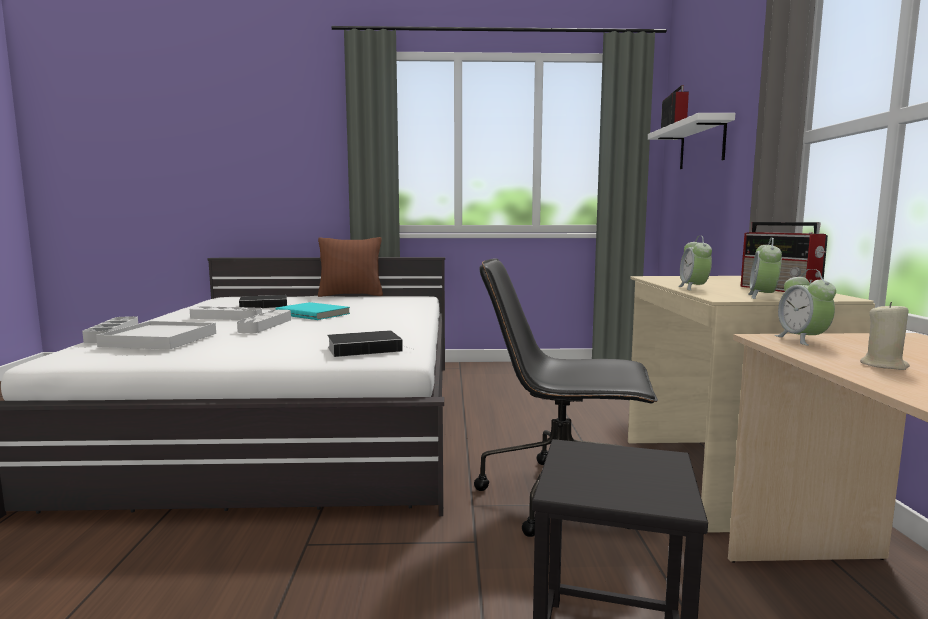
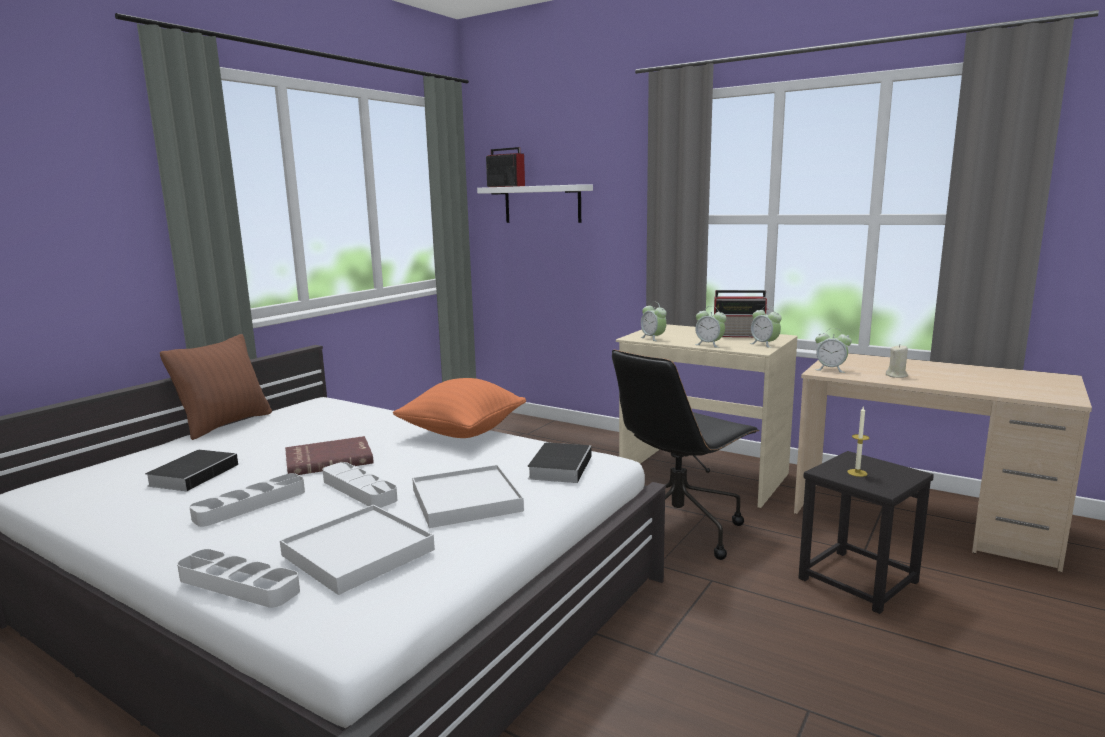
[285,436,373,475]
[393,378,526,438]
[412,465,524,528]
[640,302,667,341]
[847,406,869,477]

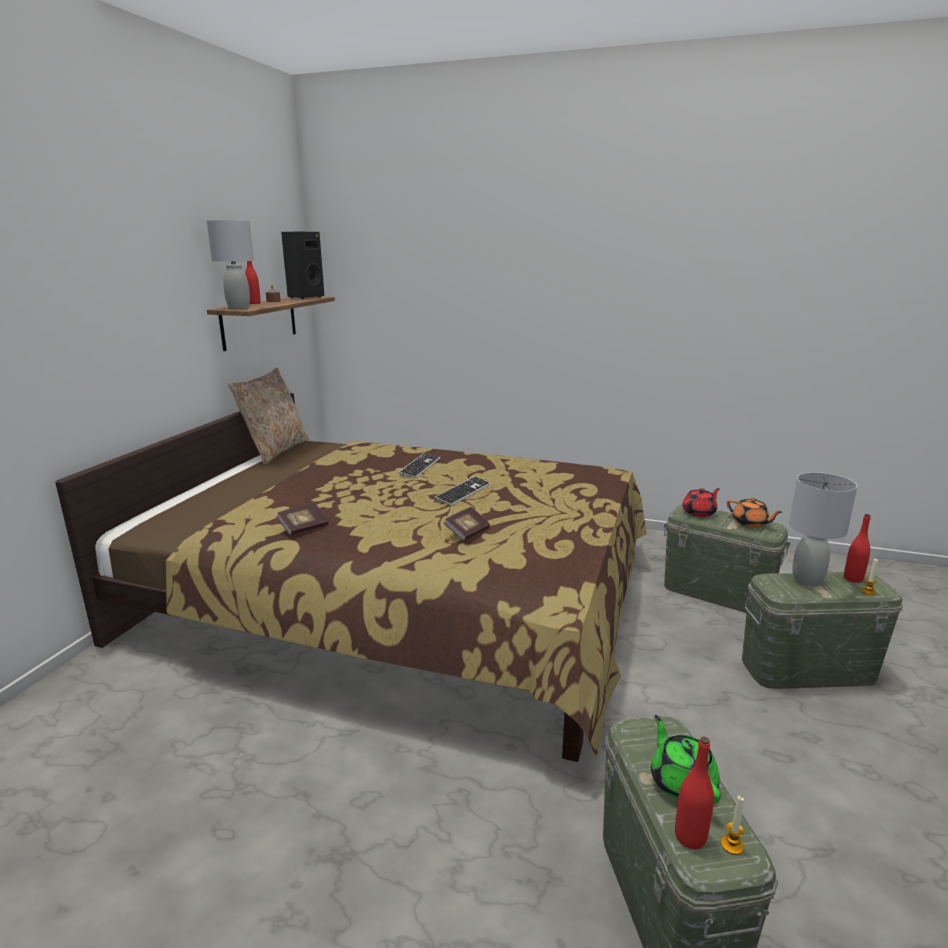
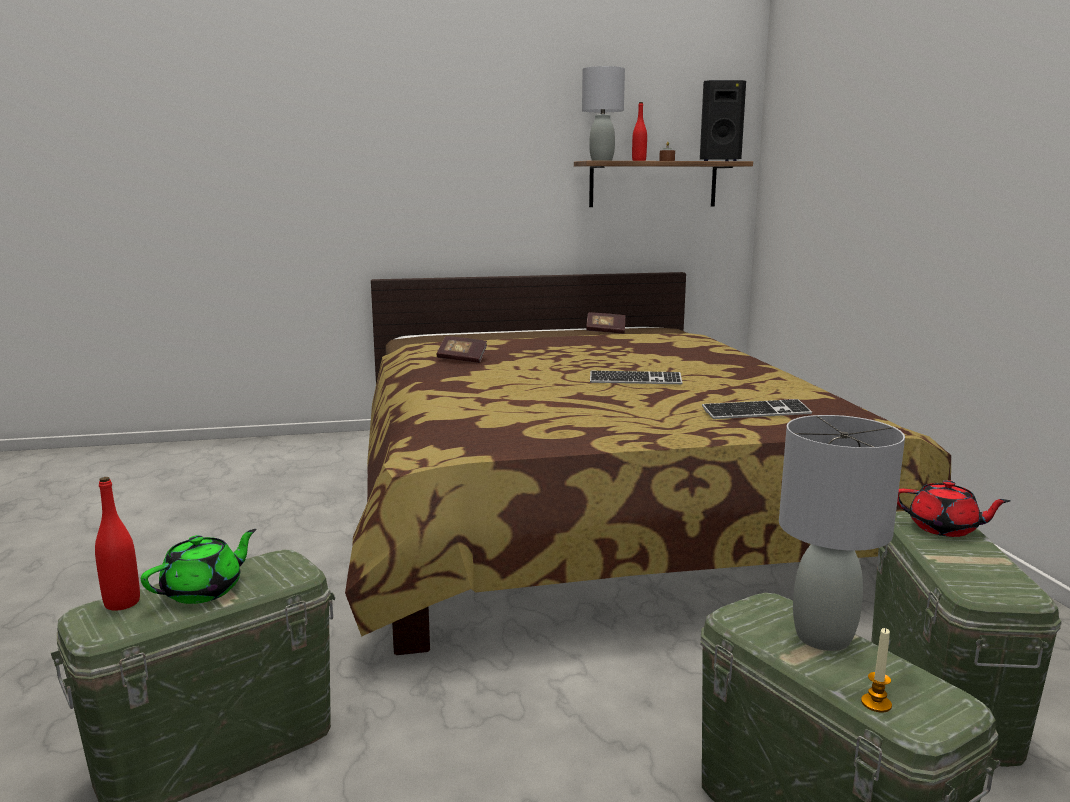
[228,367,309,465] (first image)
[702,399,812,419]
[586,312,625,334]
[721,796,744,855] (first image)
[727,498,782,528] (first image)
[844,514,871,583] (first image)

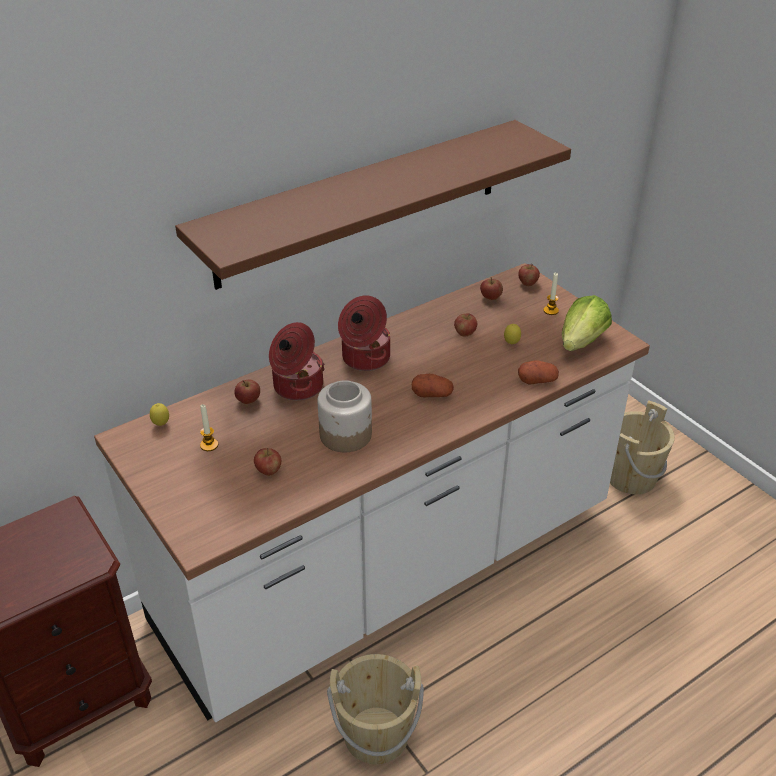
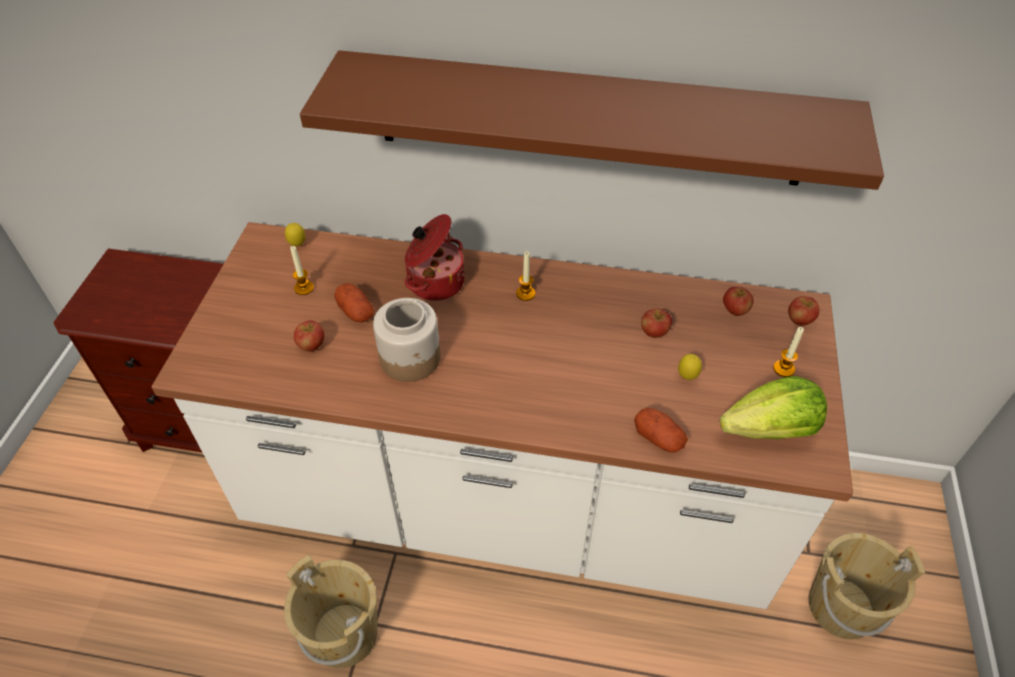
[234,379,260,404] (first image)
[516,251,535,301]
[334,283,374,323]

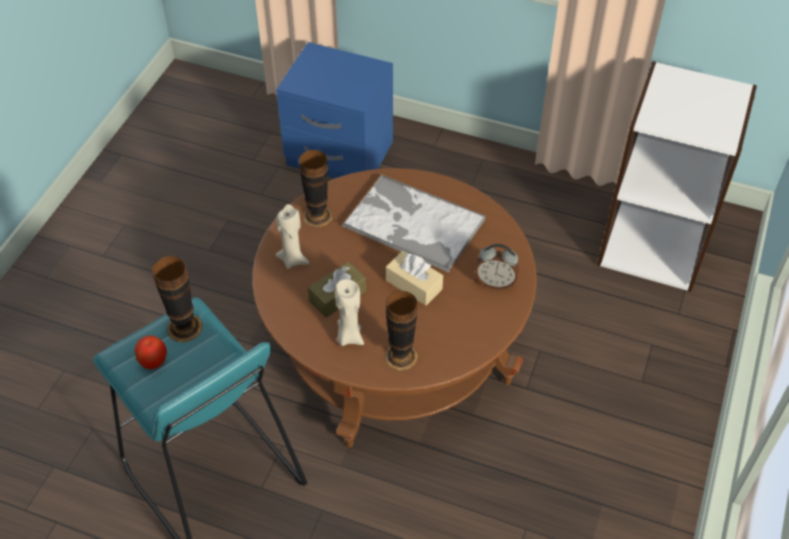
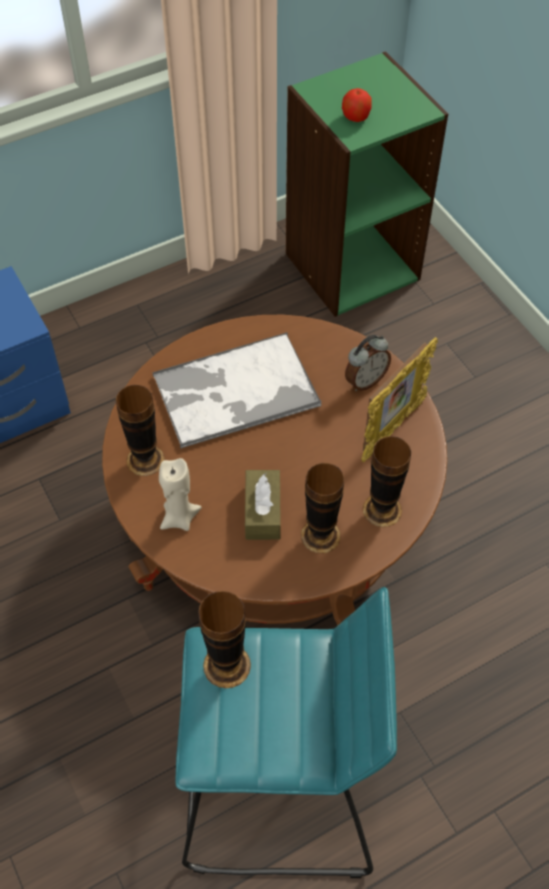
[342,88,372,122]
[301,463,344,554]
[386,251,443,306] (first image)
[286,51,448,317]
[361,337,438,462]

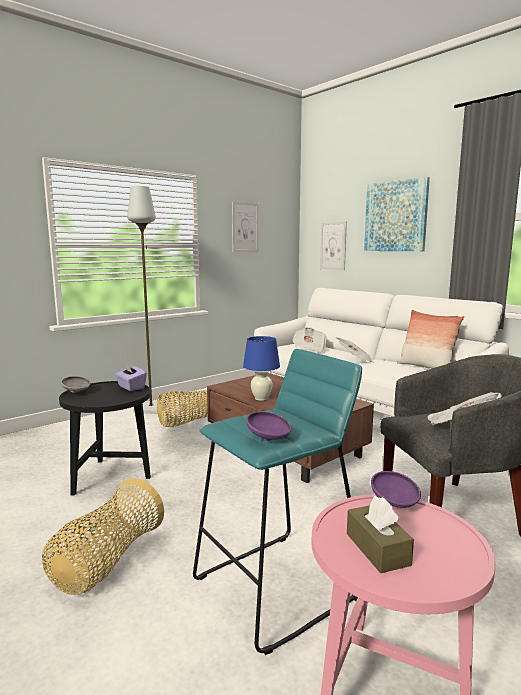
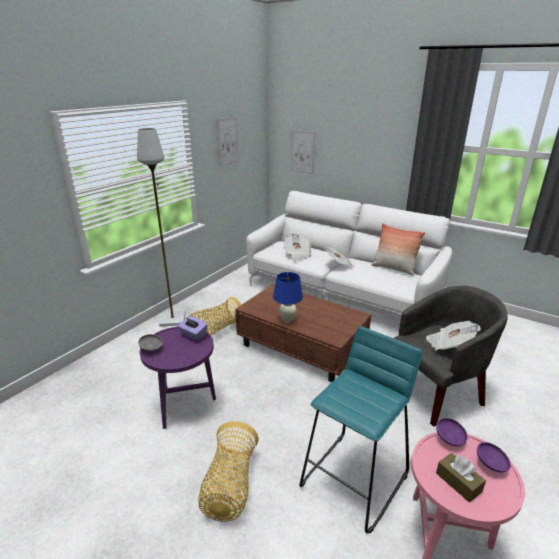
[140,327,216,429]
[477,442,511,472]
[364,177,430,251] (first image)

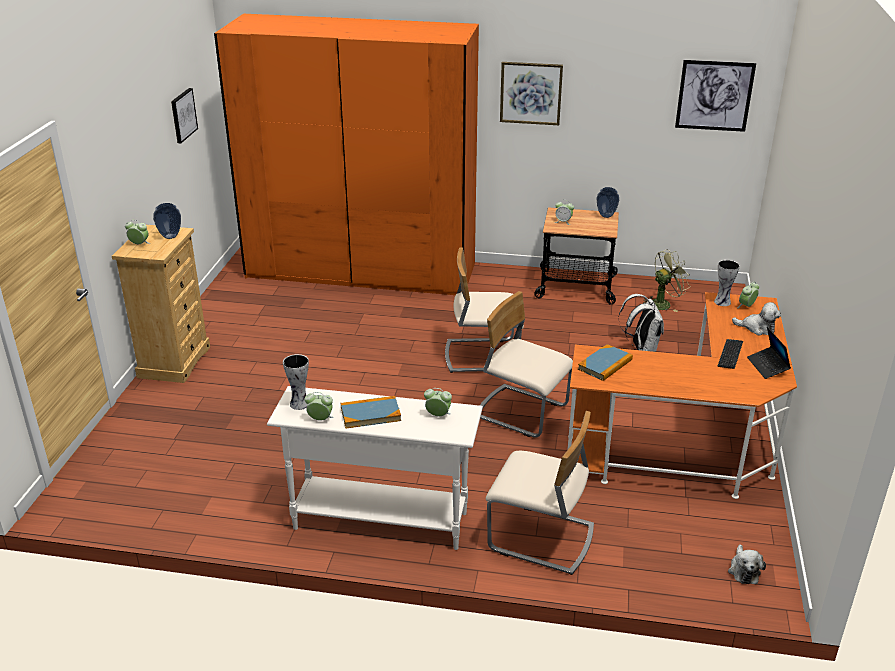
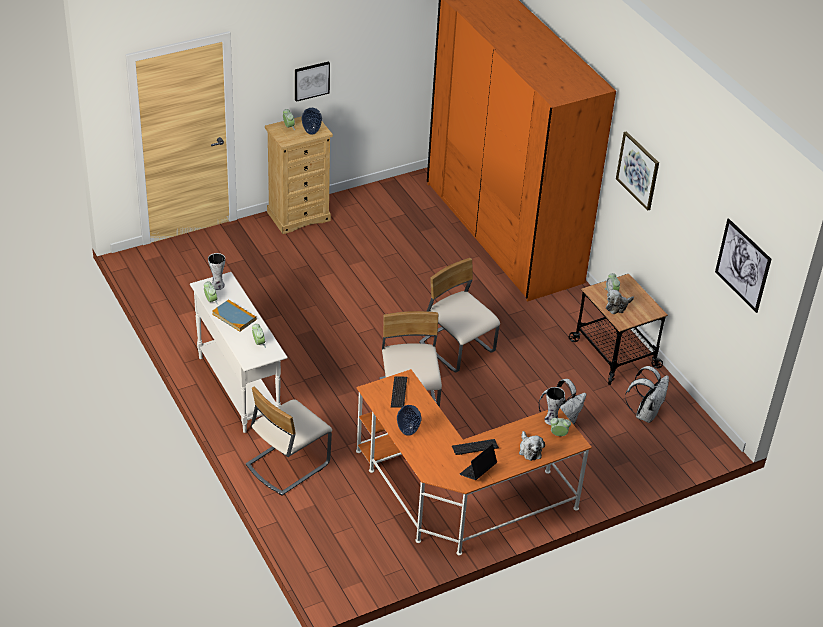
[295,61,330,102]
[246,387,332,496]
[391,376,407,408]
[397,405,422,436]
[625,366,669,423]
[606,289,634,314]

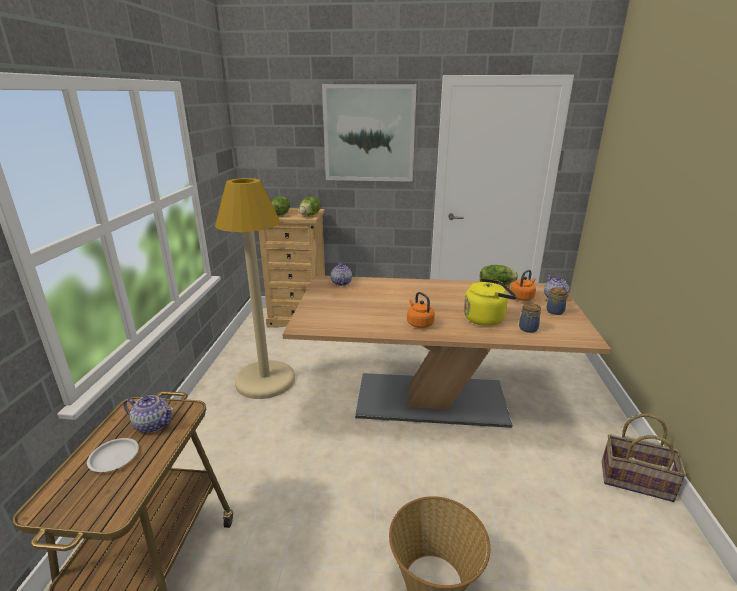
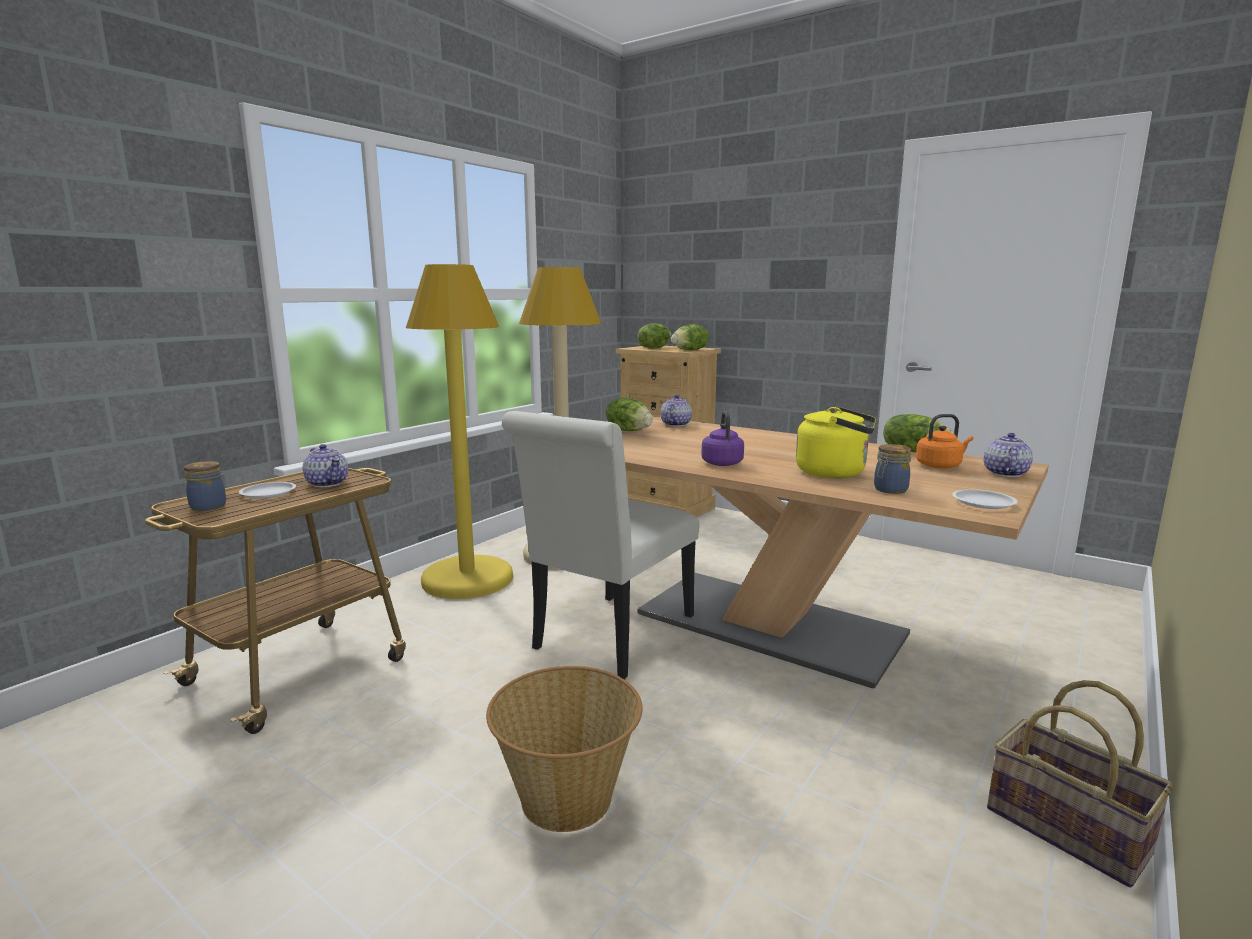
[322,84,417,182] (first image)
[701,411,744,466]
[184,461,226,511]
[406,264,513,599]
[502,411,699,680]
[606,398,653,431]
[952,489,1018,509]

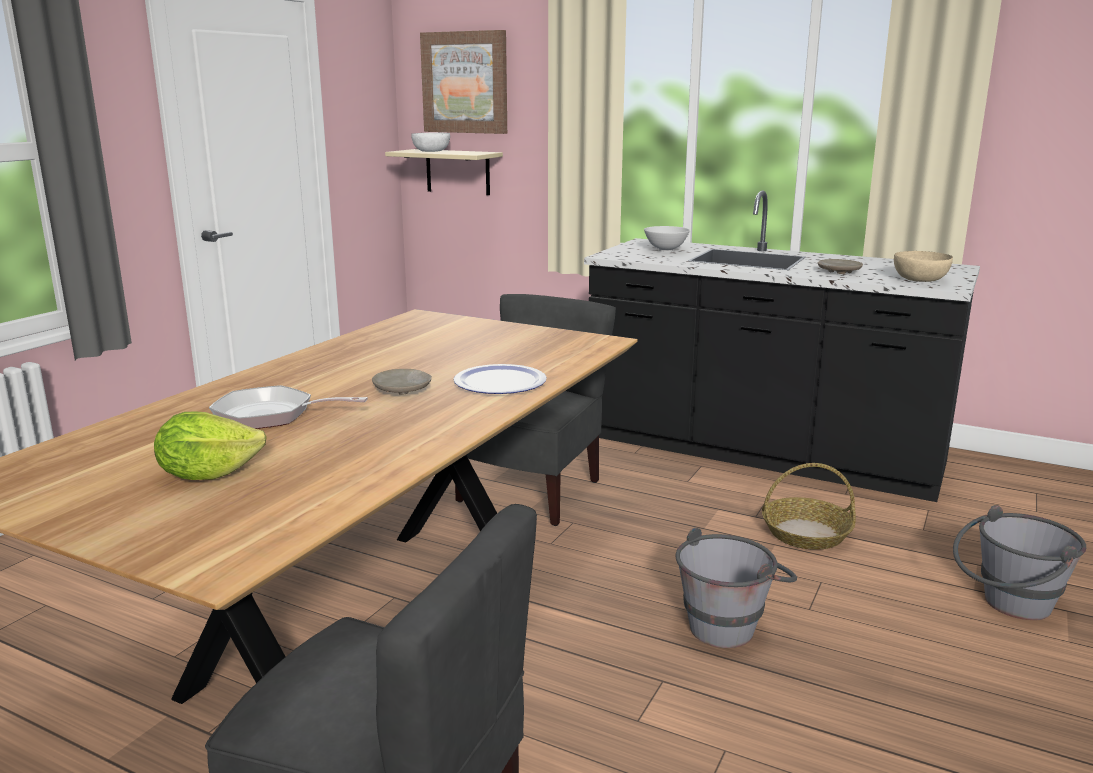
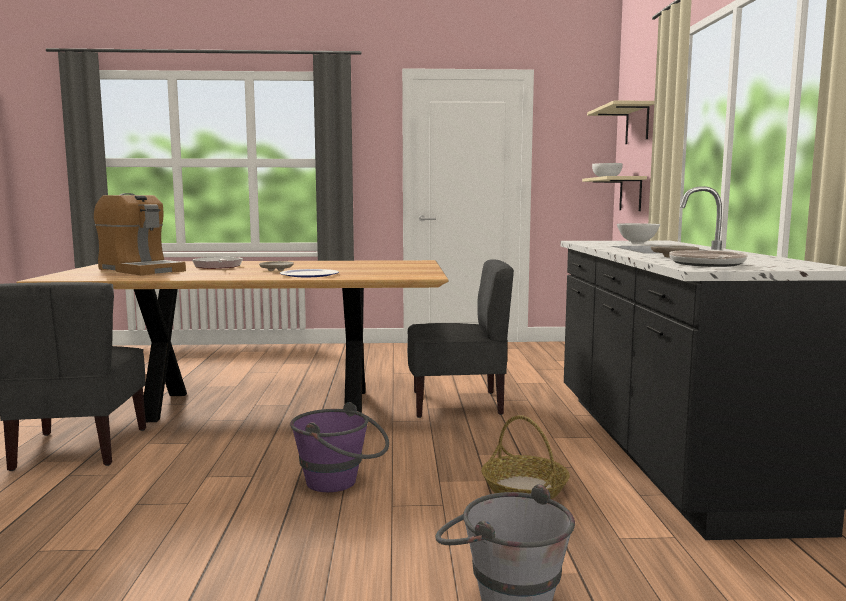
[94,193,186,275]
[587,101,654,144]
[290,402,389,492]
[669,250,748,267]

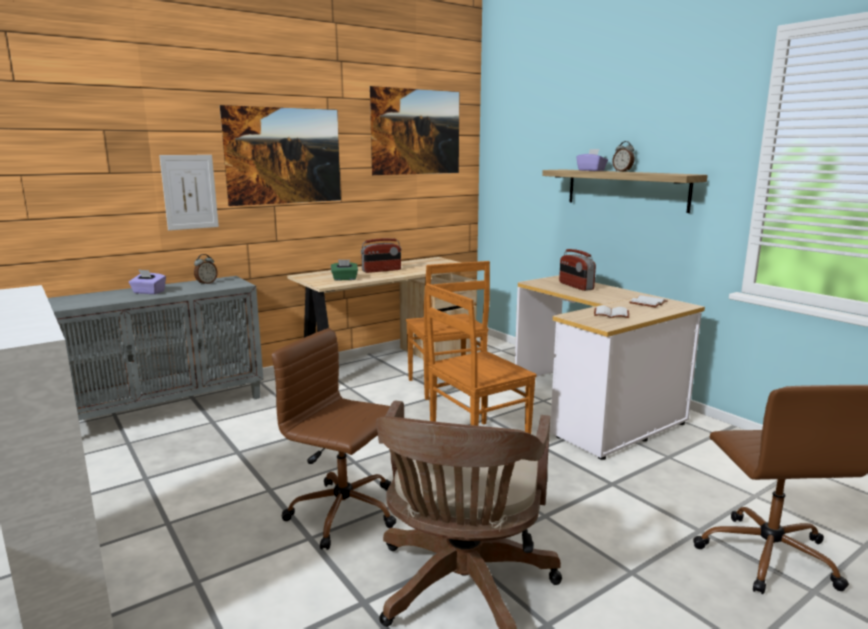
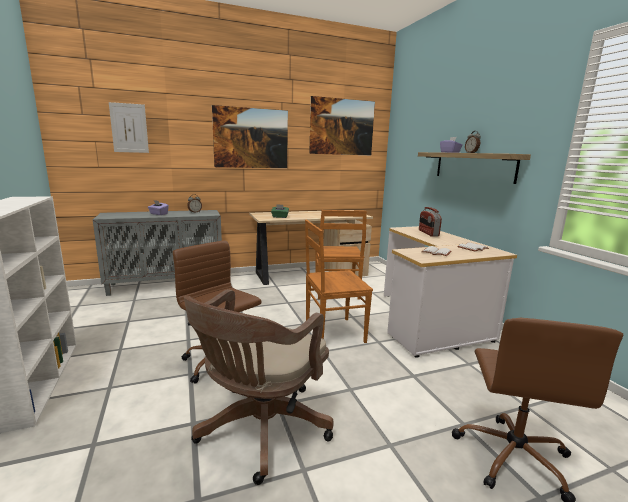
[109,102,149,153]
[361,238,401,273] (first image)

